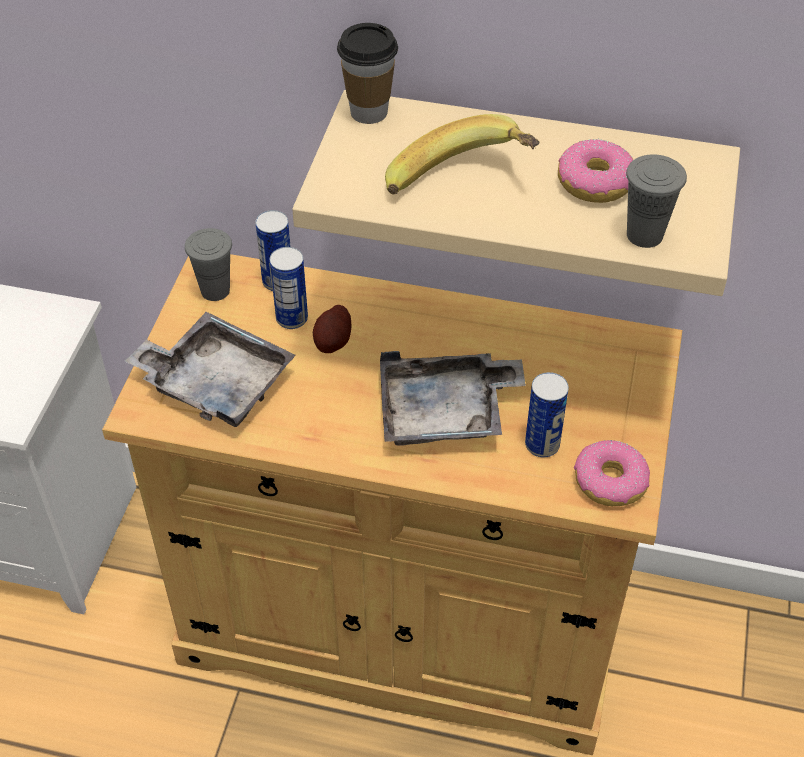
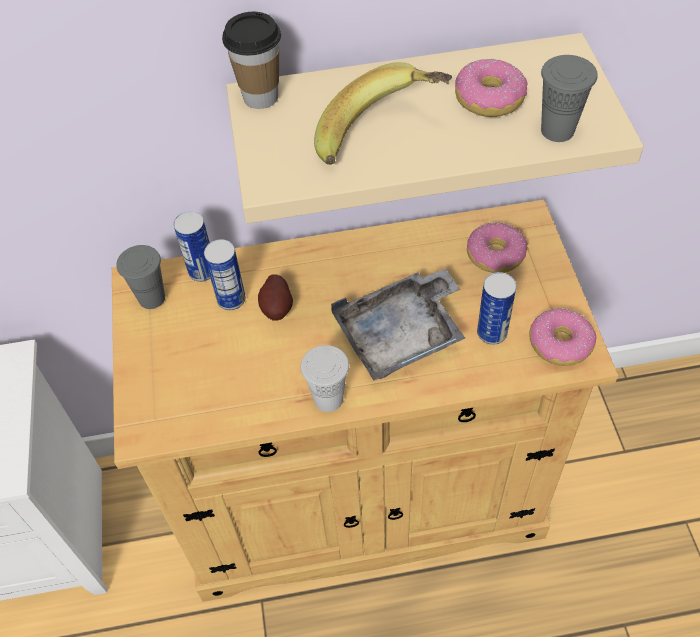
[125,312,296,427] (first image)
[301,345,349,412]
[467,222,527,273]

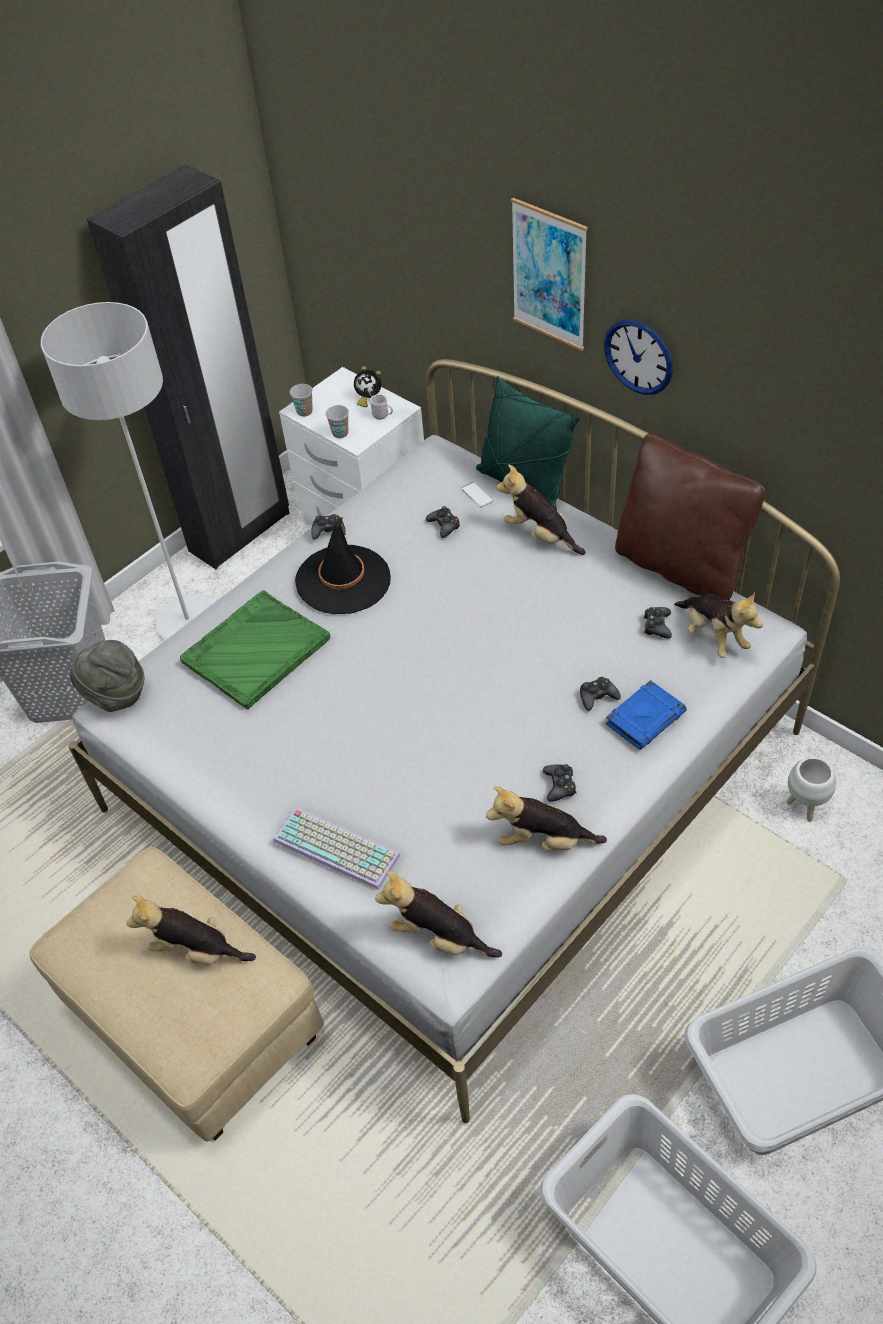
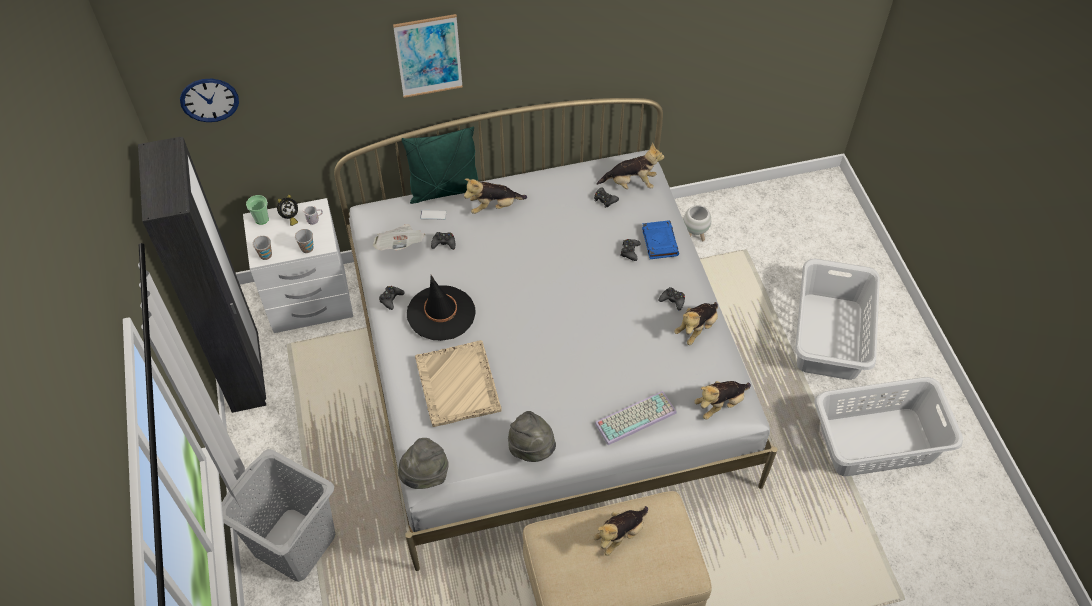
[41,302,214,640] (first image)
[415,340,502,427]
[180,79,239,122]
[615,434,765,600] (first image)
[246,195,269,225]
[373,224,426,251]
[508,411,556,462]

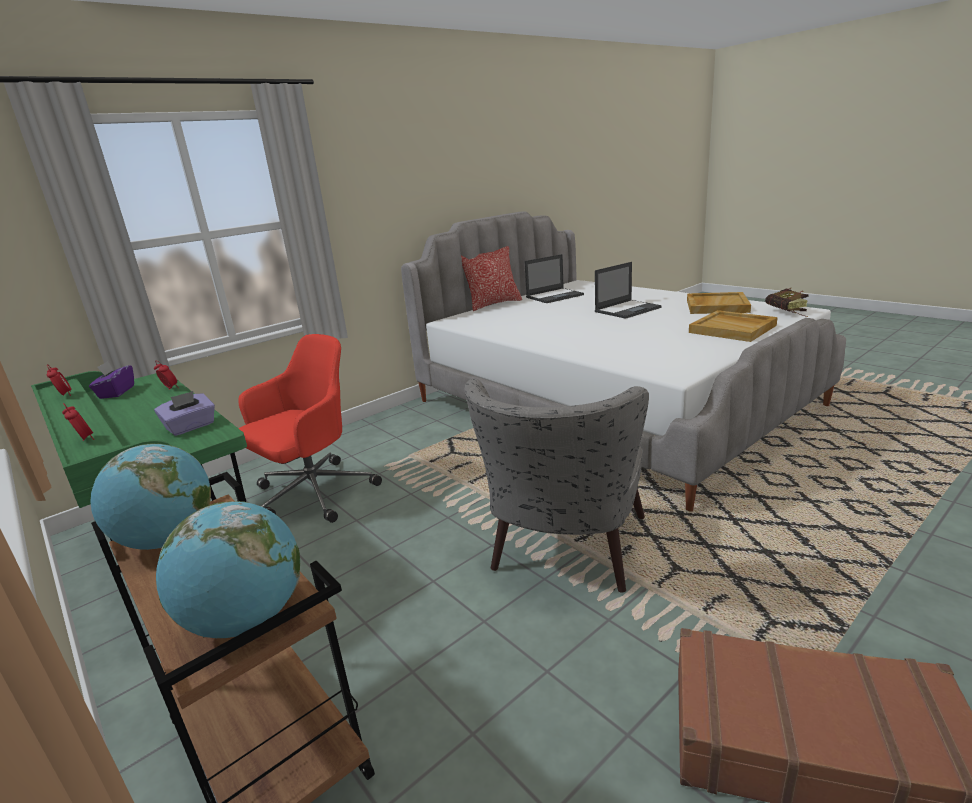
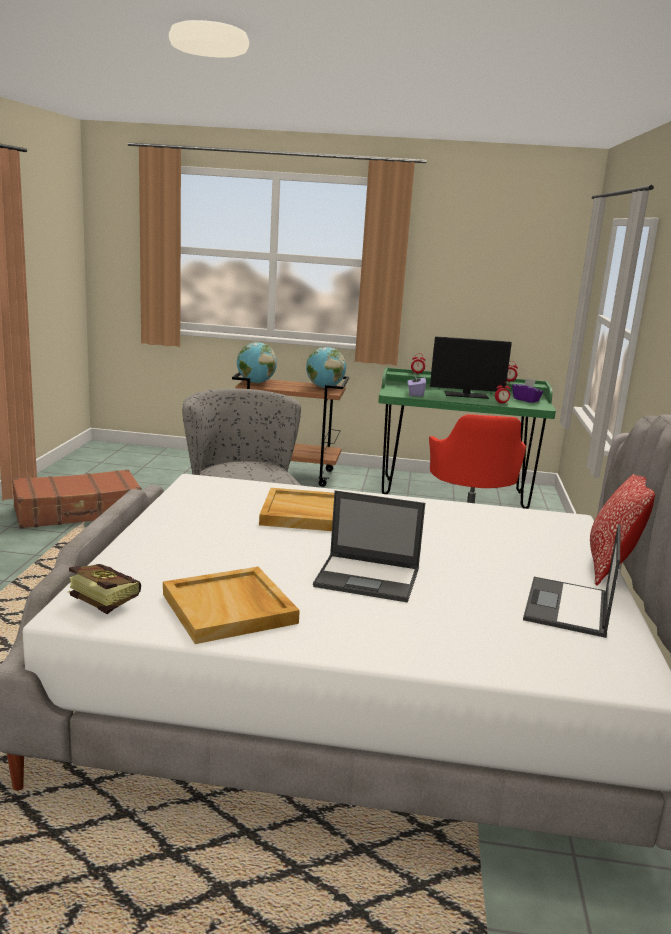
[313,490,425,602]
[259,488,334,531]
[430,337,512,399]

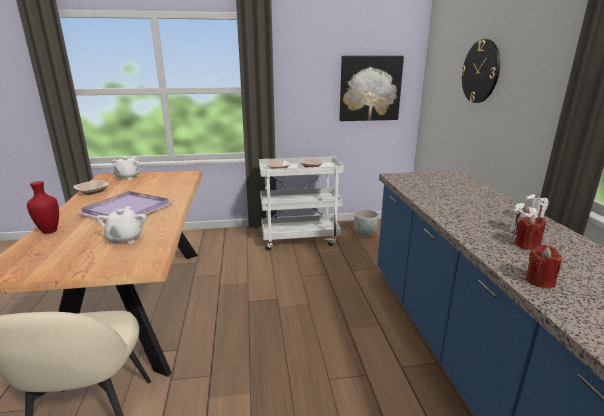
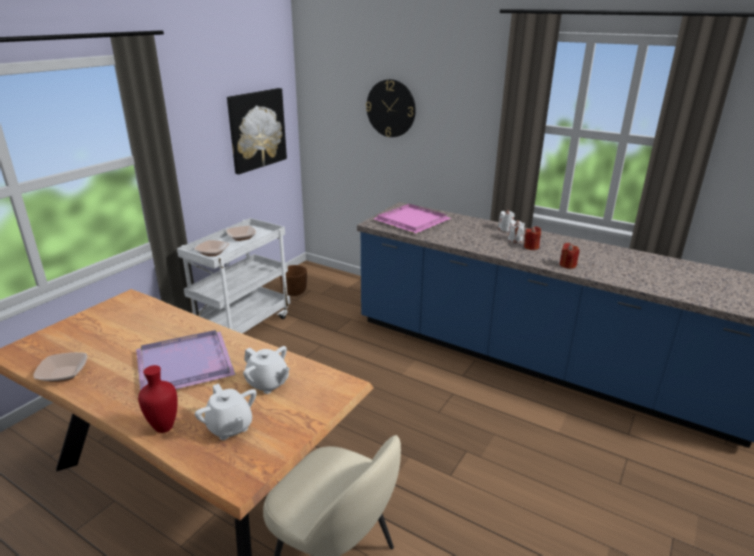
[195,384,257,440]
[280,265,307,296]
[374,204,451,233]

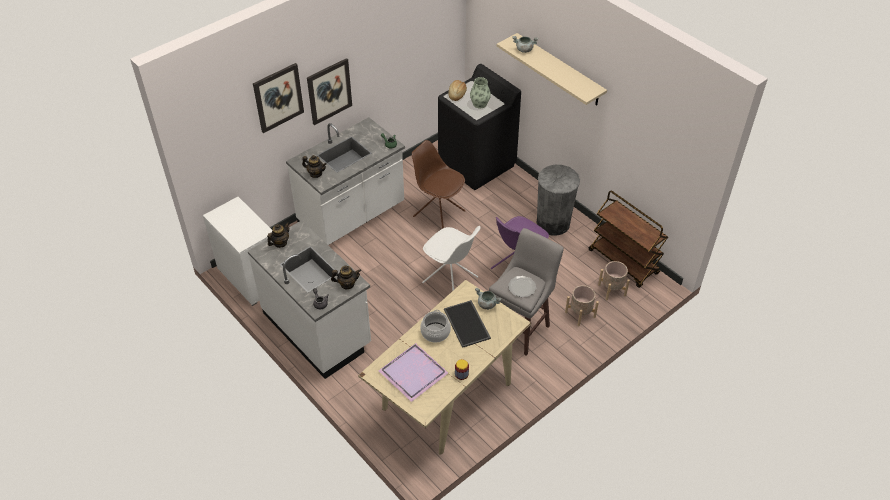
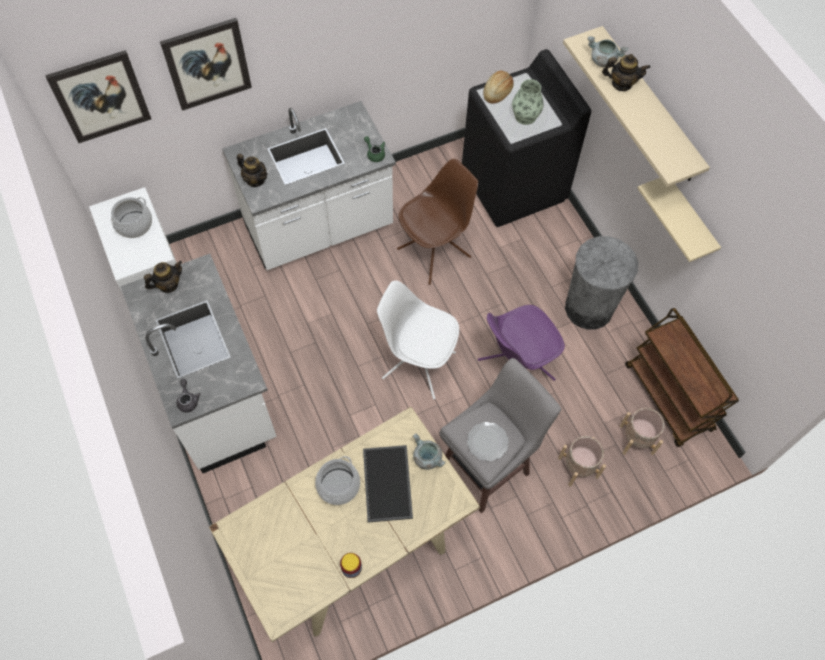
[45,50,151,143]
[602,54,650,91]
[378,343,449,402] (first image)
[397,159,478,285]
[377,280,459,399]
[111,197,152,238]
[637,178,721,262]

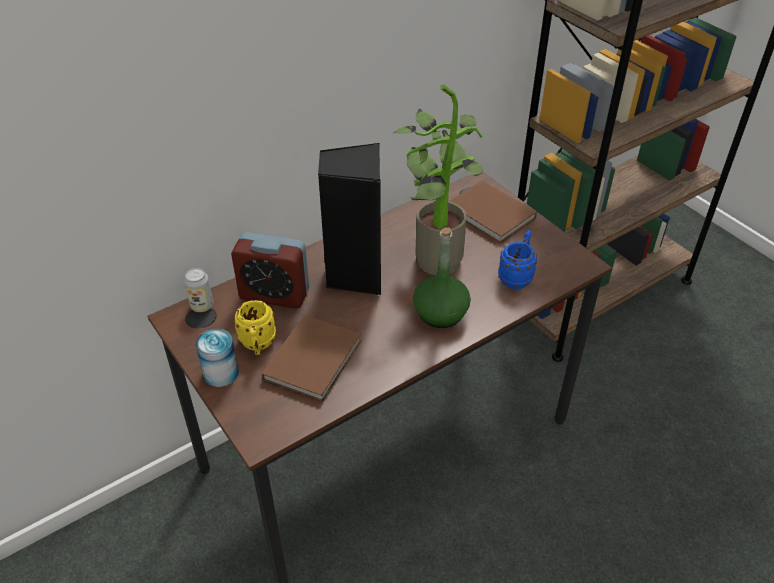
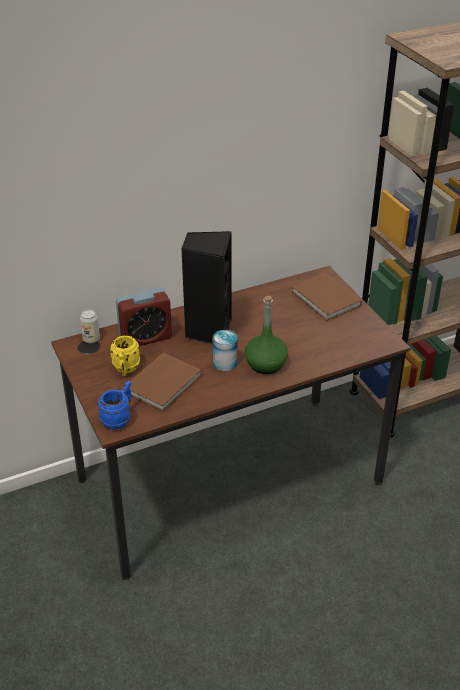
[212,330,238,371]
[116,288,172,346]
[393,85,483,275] (first image)
[97,380,132,430]

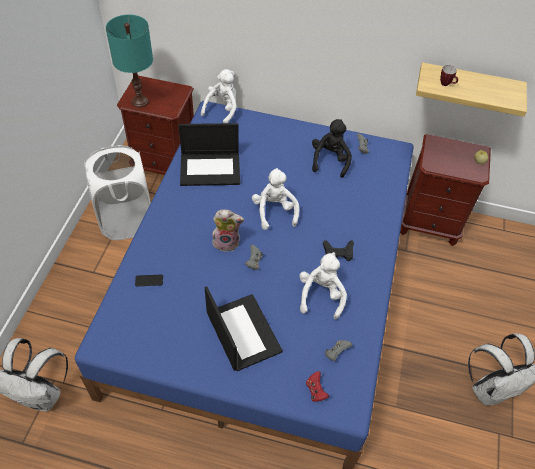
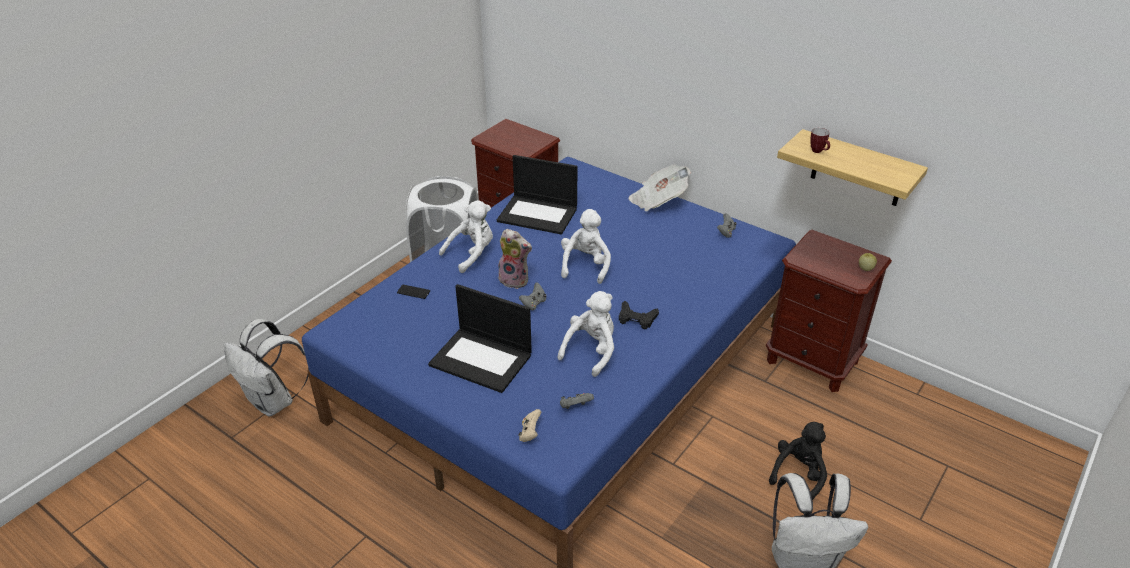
[106,14,153,108] (first image)
[439,200,493,273]
[428,284,532,393]
[518,409,542,442]
[769,422,827,500]
[629,164,691,212]

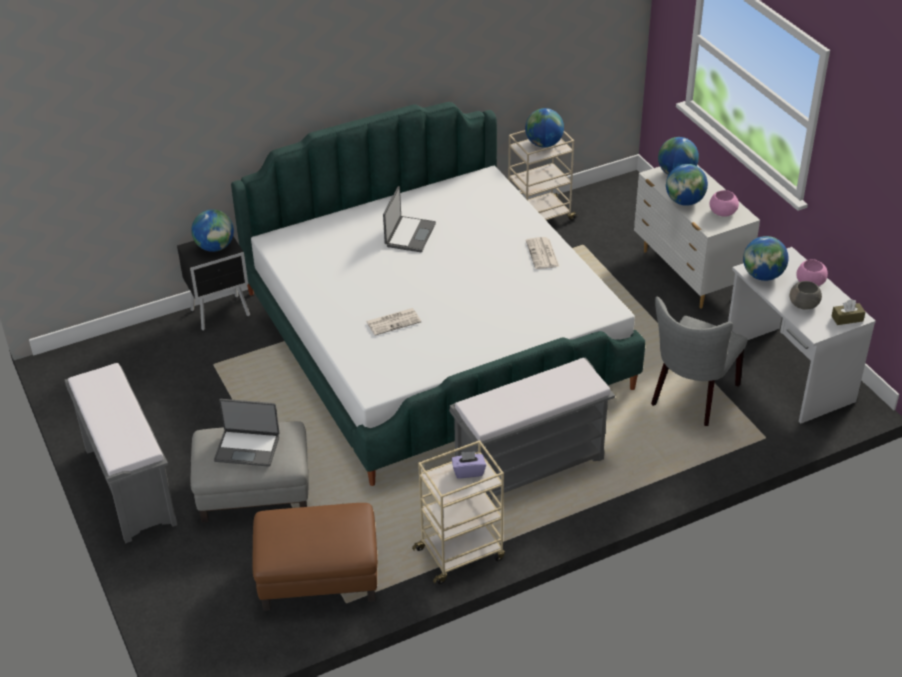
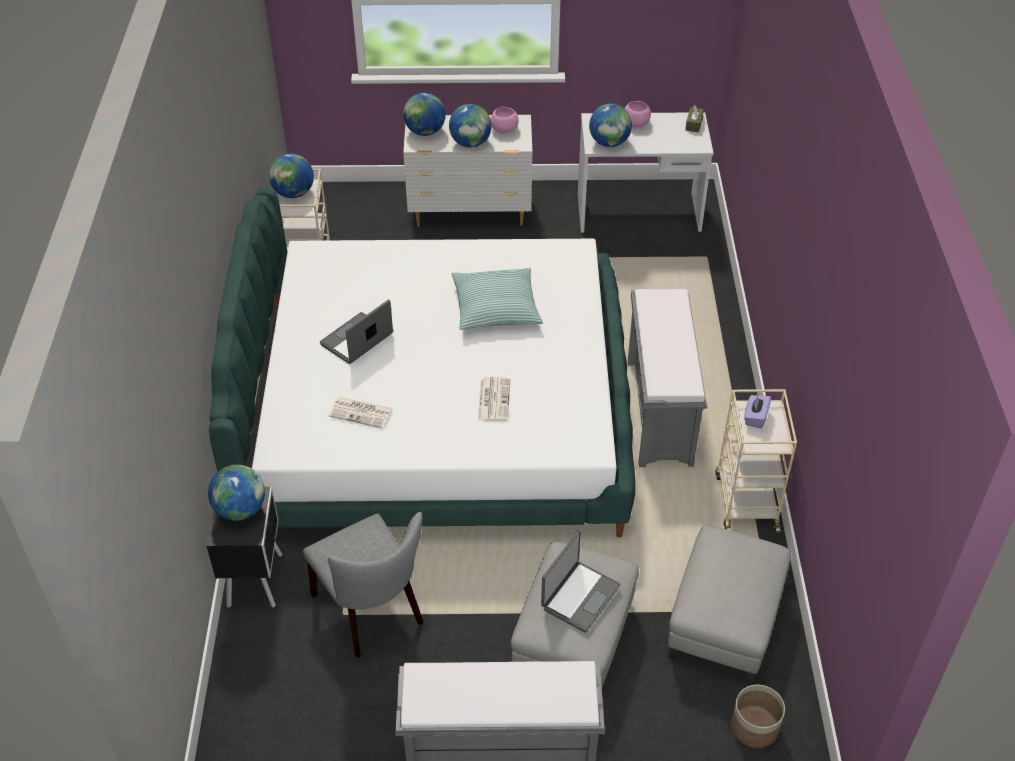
[668,525,791,683]
[320,300,393,364]
[329,397,393,429]
[303,512,423,657]
[789,281,822,310] (first image)
[452,268,543,330]
[731,685,785,748]

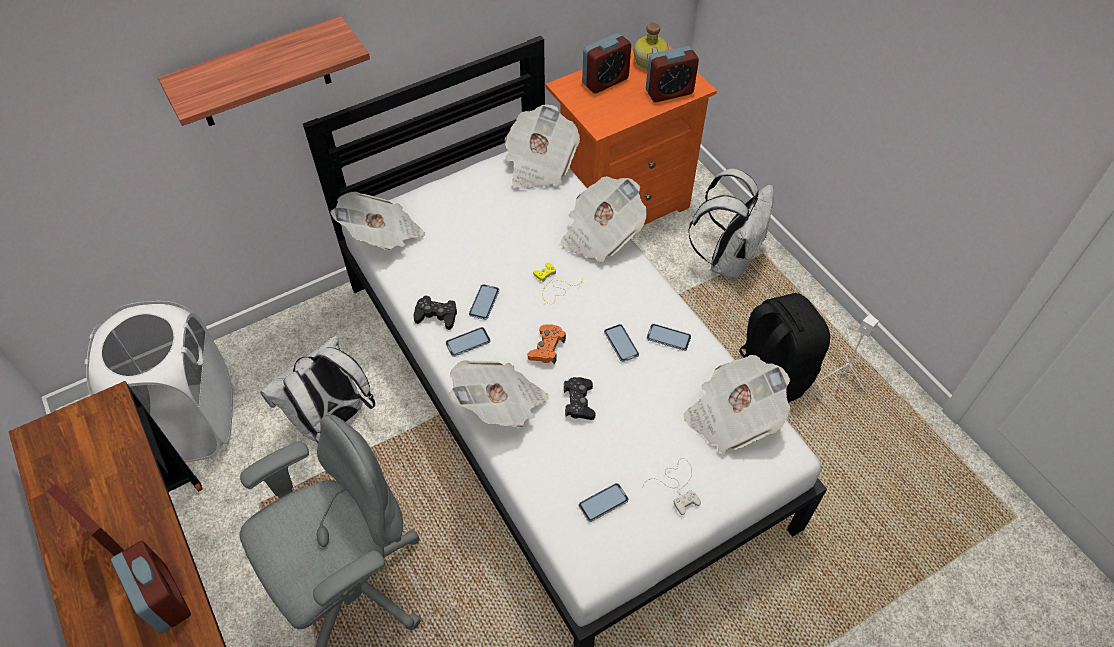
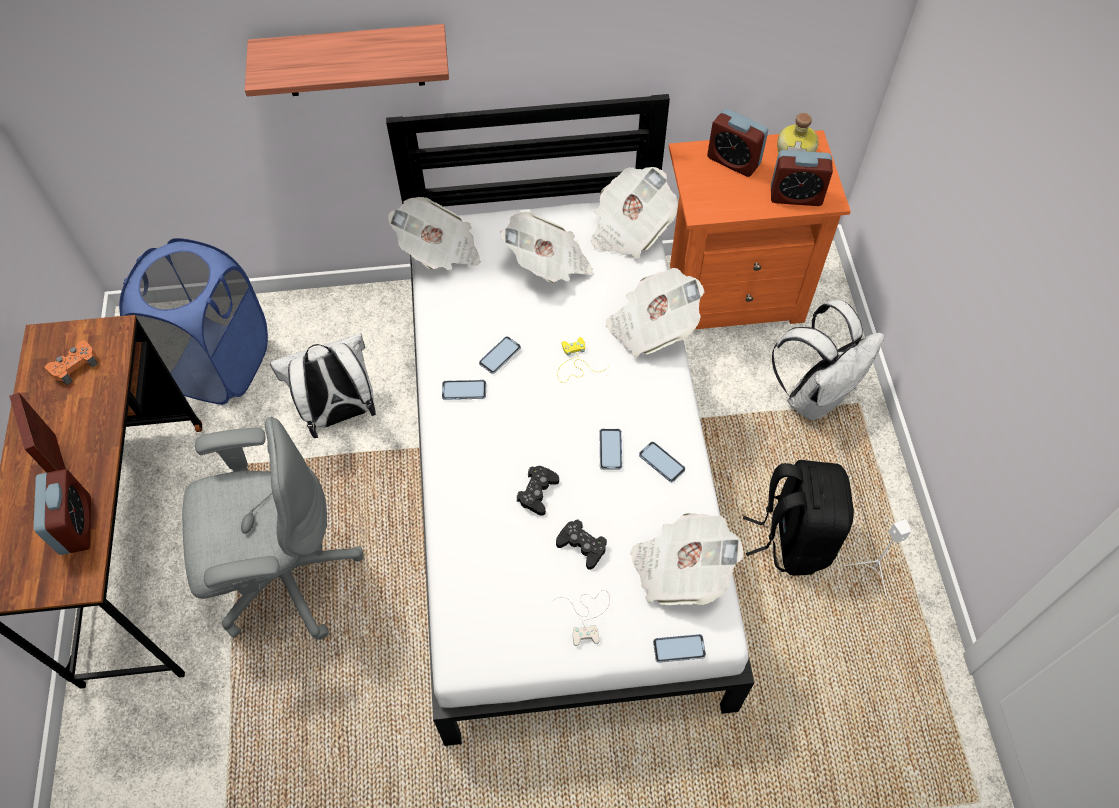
[119,238,268,405]
[556,520,607,570]
[501,212,593,283]
[45,340,98,385]
[653,634,706,663]
[707,109,768,177]

